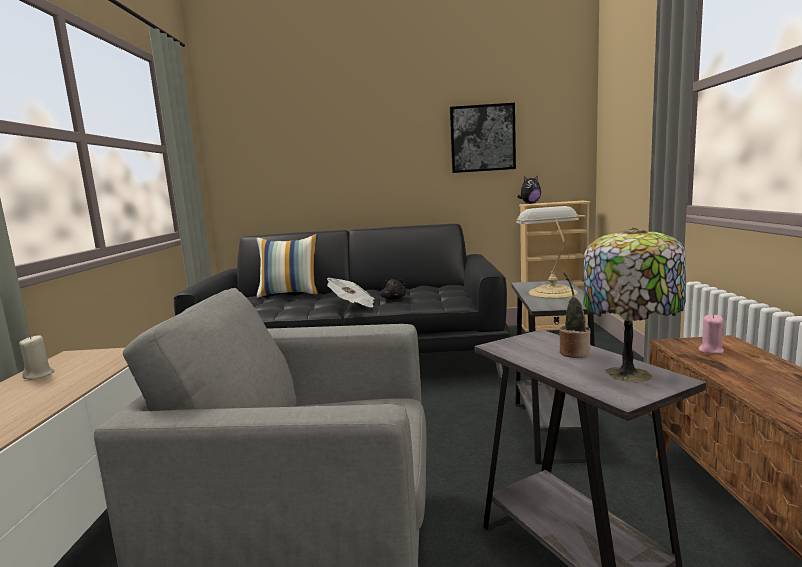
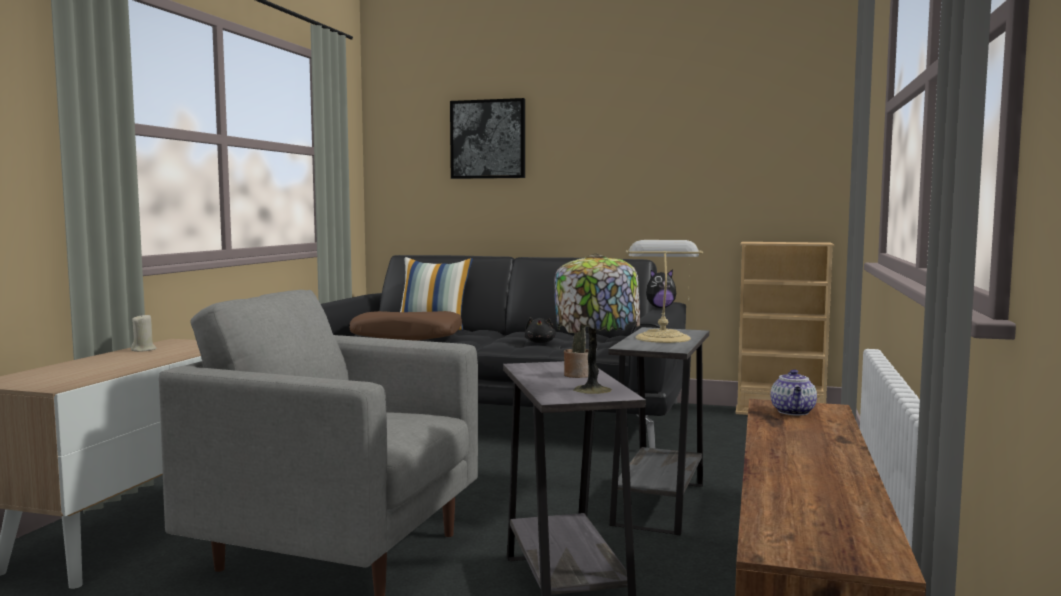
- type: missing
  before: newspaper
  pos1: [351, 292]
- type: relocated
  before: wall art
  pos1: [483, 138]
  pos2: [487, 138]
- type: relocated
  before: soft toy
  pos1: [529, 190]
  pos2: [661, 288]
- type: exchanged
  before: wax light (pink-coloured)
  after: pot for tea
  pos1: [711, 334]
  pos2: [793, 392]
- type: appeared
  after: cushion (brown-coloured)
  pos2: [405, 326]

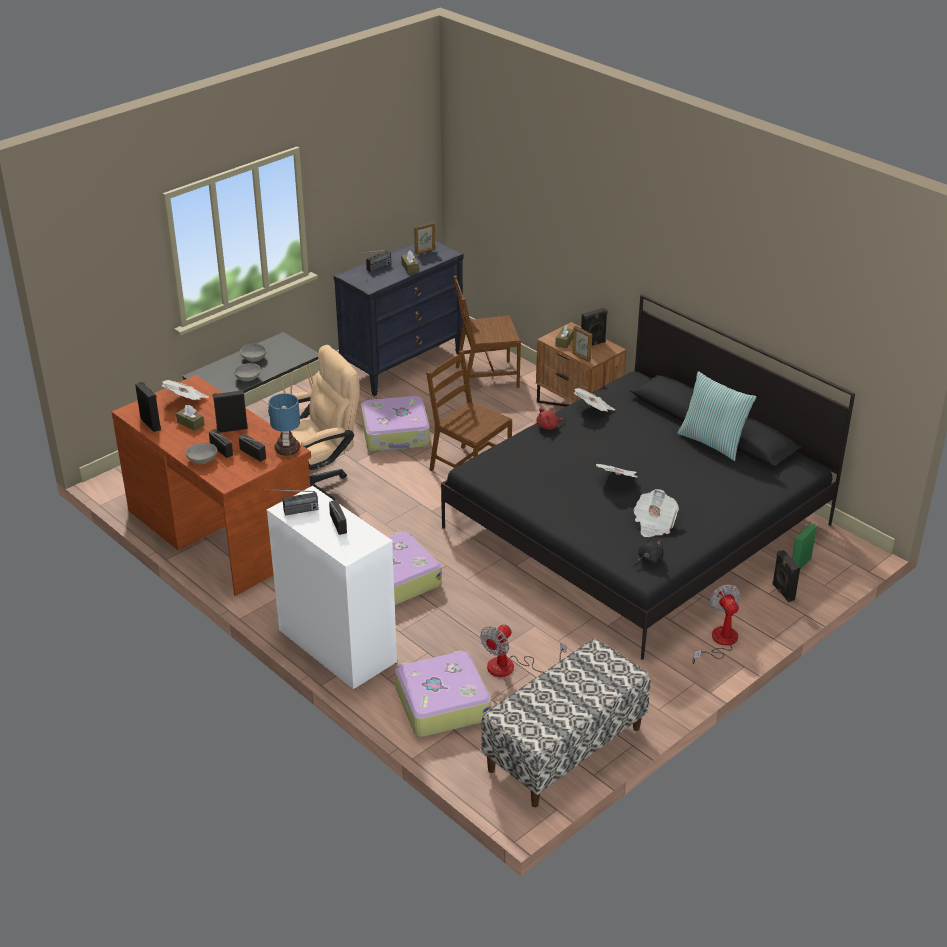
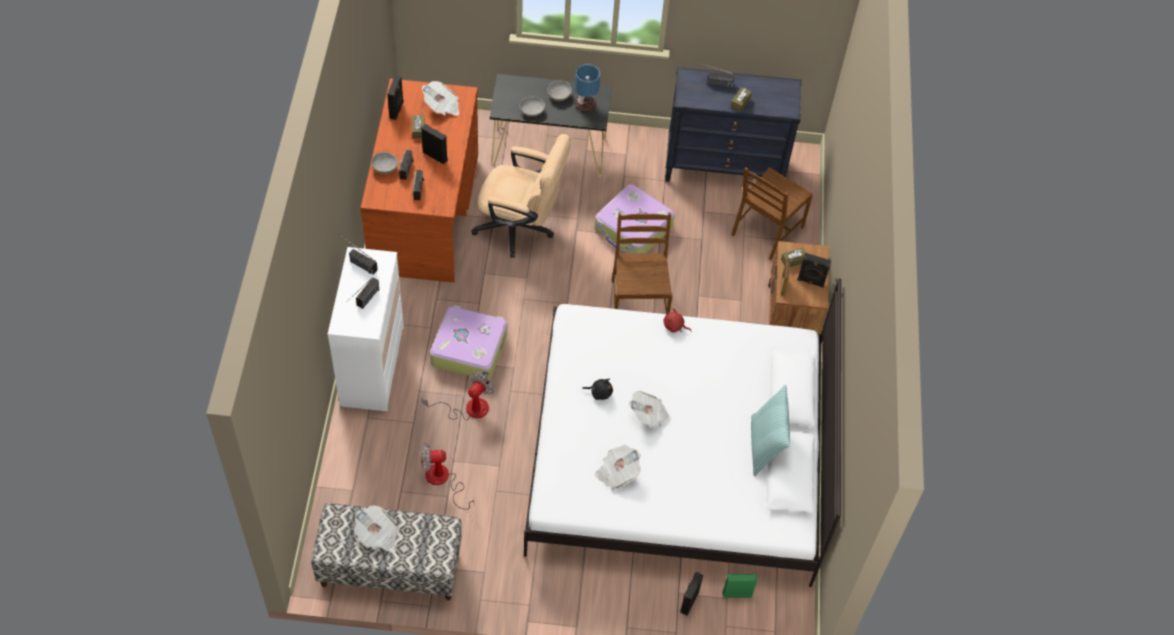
- type: relocated
  before: lamp for a table
  pos1: [284, 424]
  pos2: [587, 88]
- type: missing
  before: travel case
  pos1: [443, 693]
- type: missing
  before: photo frame
  pos1: [424, 238]
- type: colour
  before: bedroom bed (black-coloured)
  after: bedroom bed (whitish)
  pos1: [648, 477]
  pos2: [682, 432]
- type: spun
  before: upright chair (brown-coloured)
  pos1: [487, 334]
  pos2: [772, 213]
  turn: -90
- type: relocated
  before: newspaper
  pos1: [594, 400]
  pos2: [376, 529]
- type: relocated
  before: soft toy (black-coloured)
  pos1: [648, 551]
  pos2: [597, 389]
- type: relocated
  before: cooling fan
  pos1: [717, 624]
  pos2: [458, 396]

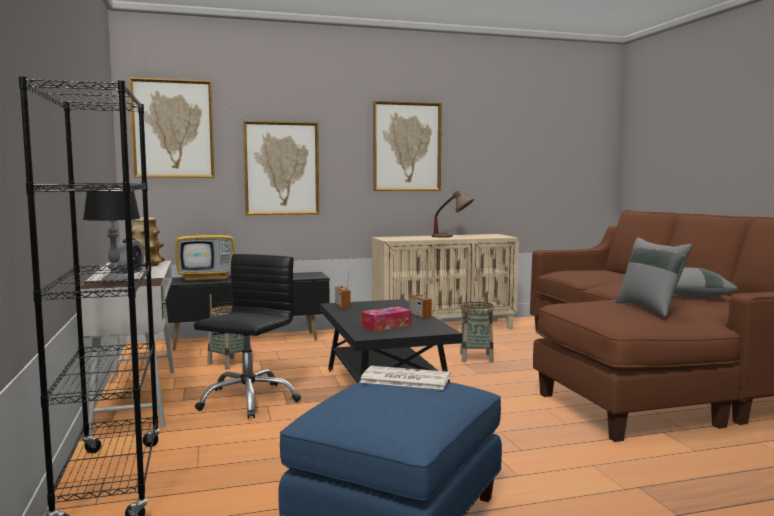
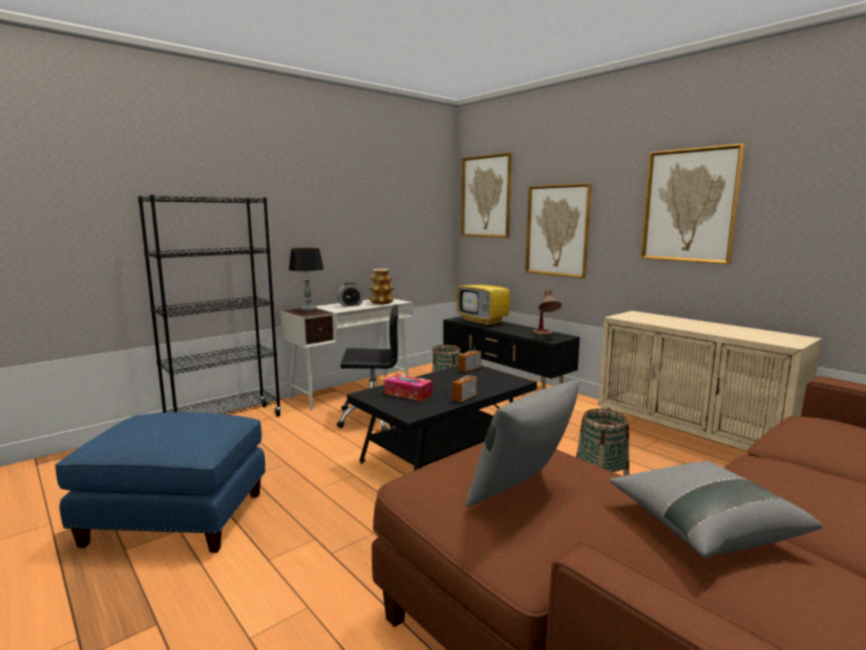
- type: missing
  before: newspaper
  pos1: [405, 378]
- type: relocated
  before: lamp for a table
  pos1: [453, 214]
  pos2: [547, 312]

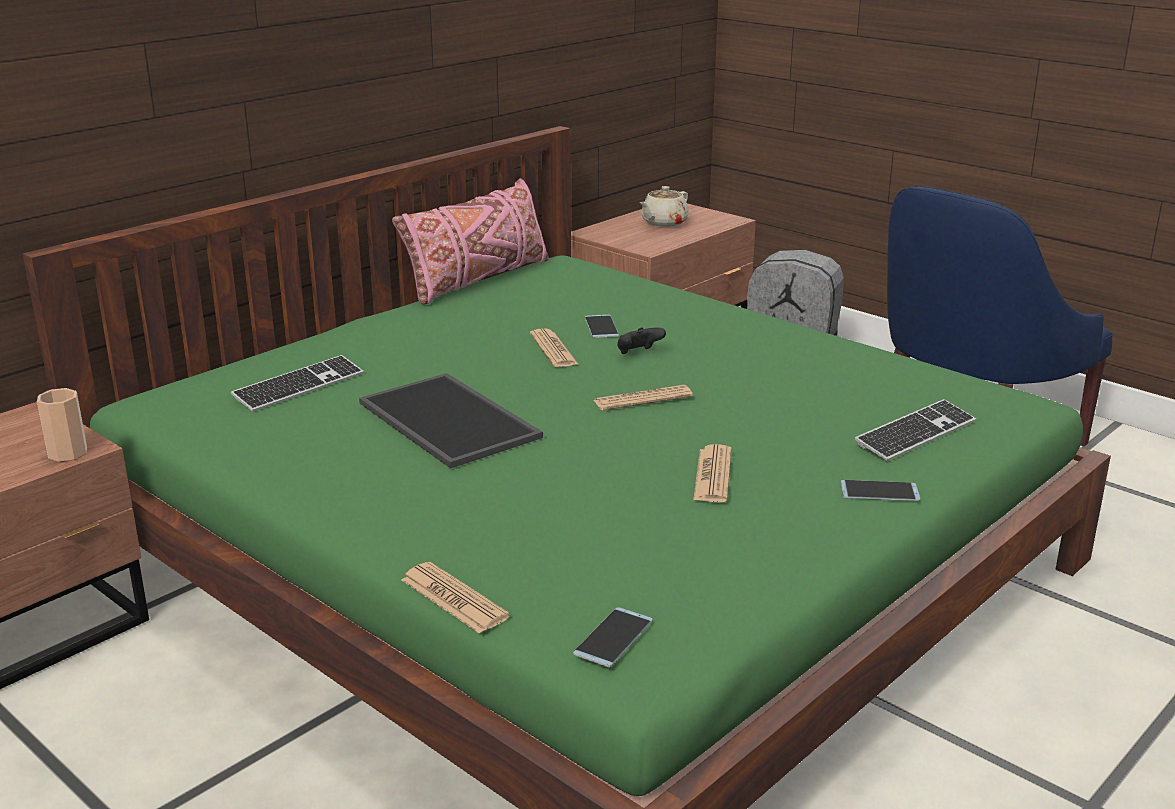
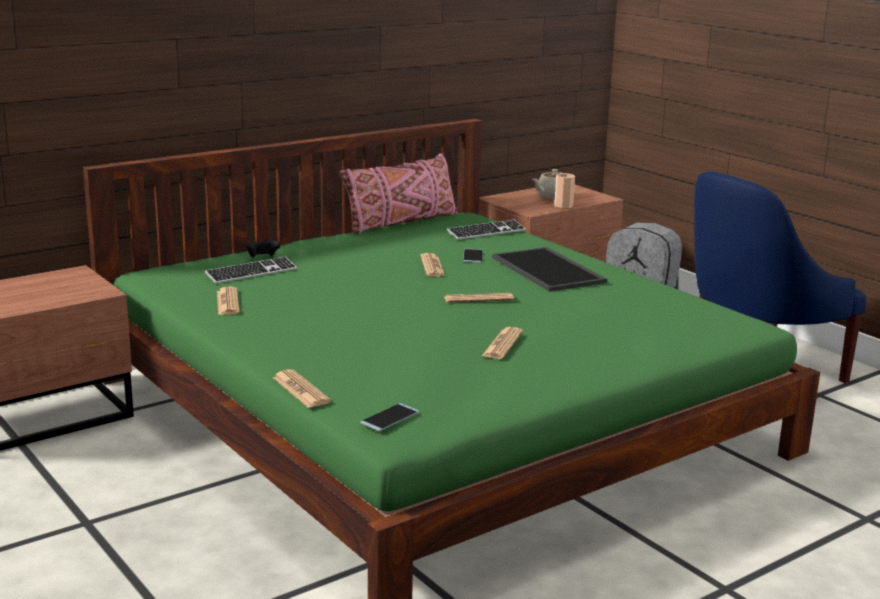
- type: relocated
  before: small cup
  pos1: [62, 425]
  pos2: [564, 190]
- type: relocated
  before: serving tray
  pos1: [451, 420]
  pos2: [549, 269]
- type: relocated
  before: gamepad (black-coloured)
  pos1: [641, 340]
  pos2: [263, 249]
- type: missing
  before: phone
  pos1: [880, 490]
- type: relocated
  before: computer keyboard
  pos1: [915, 430]
  pos2: [486, 230]
- type: appeared
  after: newspaper
  pos2: [228, 300]

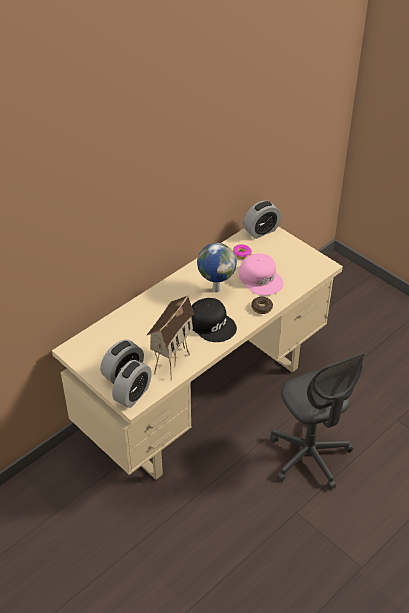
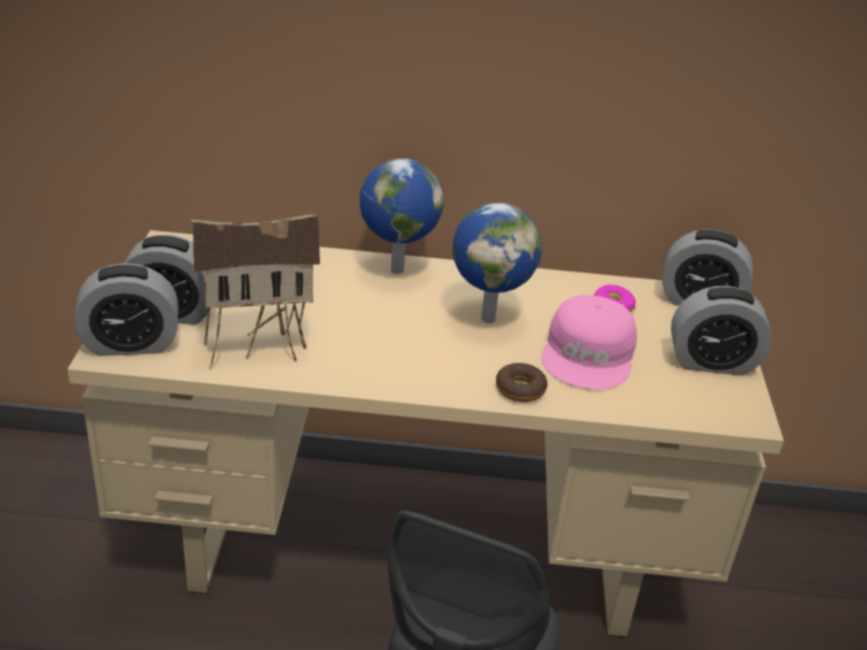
- type: missing
  before: baseball cap (black-coloured)
  pos1: [214, 320]
- type: appeared
  after: world globe
  pos2: [402, 216]
- type: appeared
  after: table clock
  pos2: [721, 331]

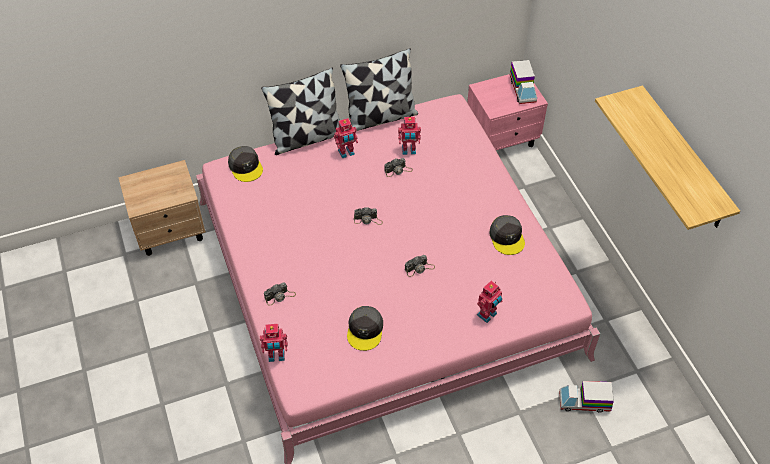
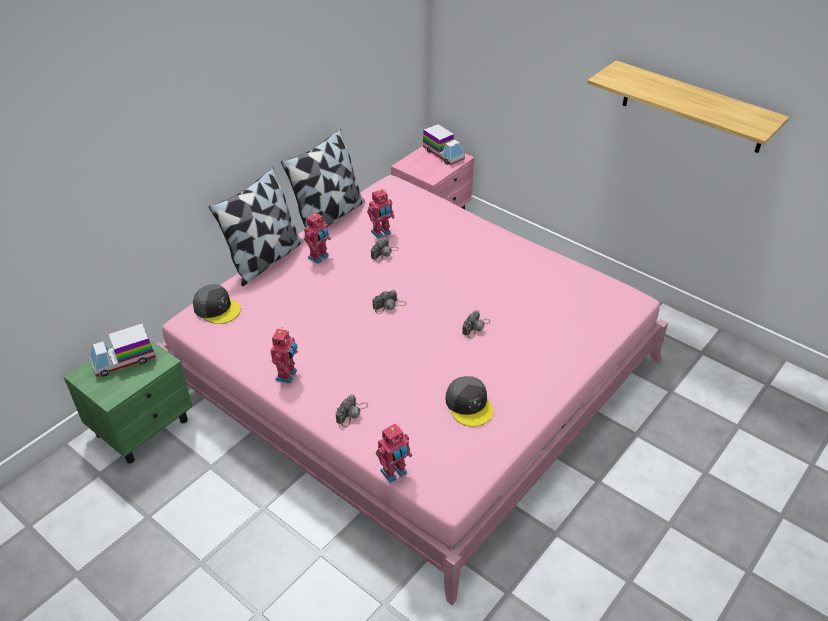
- type: colour
  before: nightstand (sand-coloured)
  after: nightstand (green)
  pos1: [162, 208]
  pos2: [128, 401]
- type: relocated
  before: robot figure
  pos1: [490, 302]
  pos2: [284, 355]
- type: missing
  before: baseball cap (gray)
  pos1: [507, 235]
- type: relocated
  before: toy truck
  pos1: [586, 397]
  pos2: [122, 349]

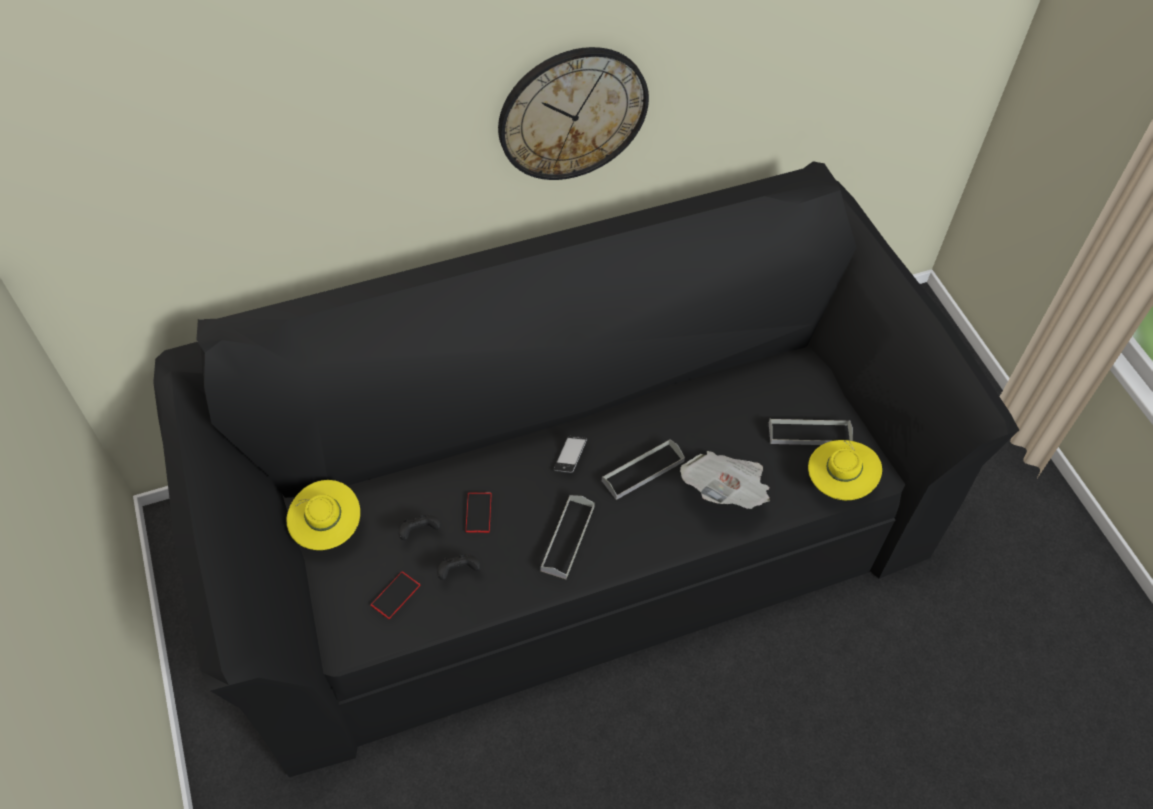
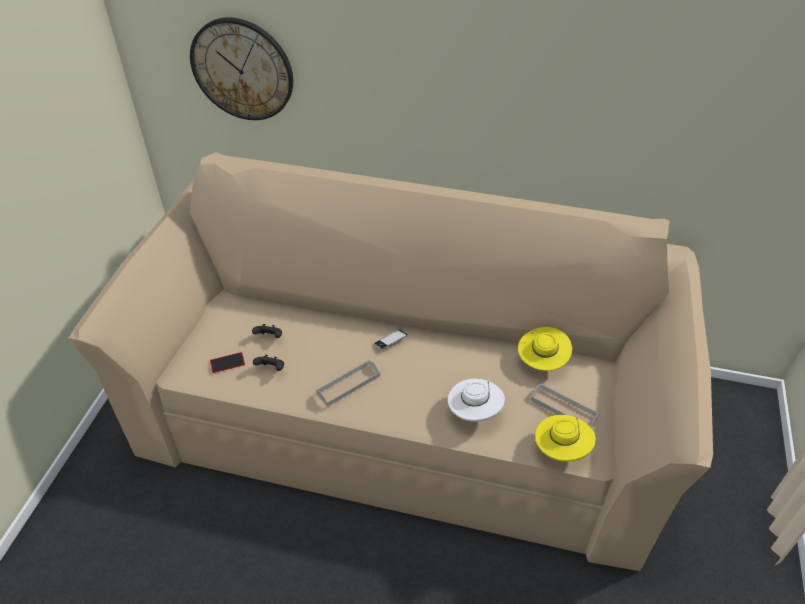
- type: colour
  before: couch (black-coloured)
  after: couch (sand-coloured)
  pos1: [586, 469]
  pos2: [391, 361]
- type: relocated
  before: hat (yellow)
  pos1: [323, 515]
  pos2: [545, 349]
- type: missing
  before: phone
  pos1: [478, 512]
- type: relocated
  before: hanging clock
  pos1: [573, 113]
  pos2: [241, 68]
- type: missing
  before: serving tray (gray)
  pos1: [643, 469]
- type: exchanged
  before: newspaper
  after: hat (whitish)
  pos1: [725, 480]
  pos2: [476, 400]

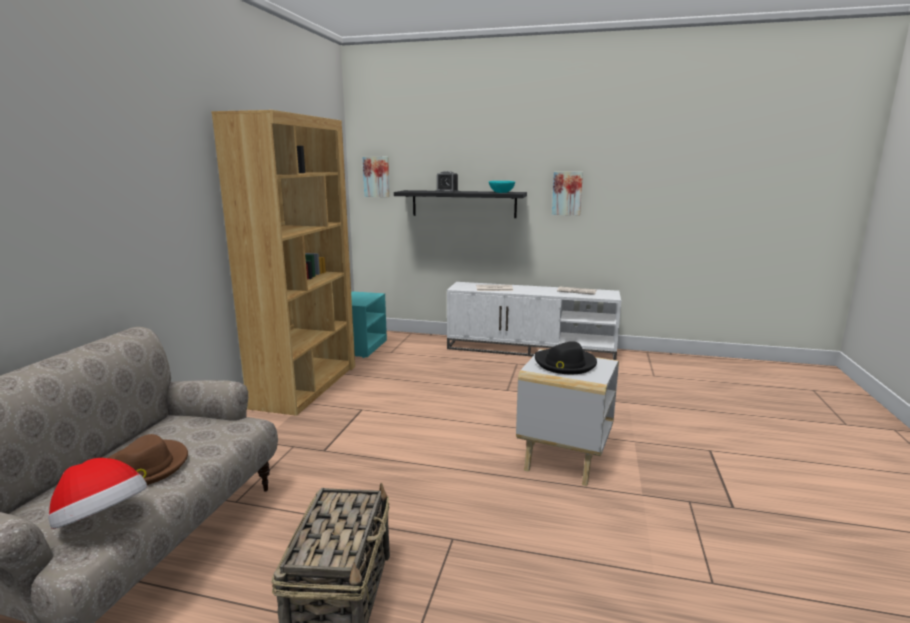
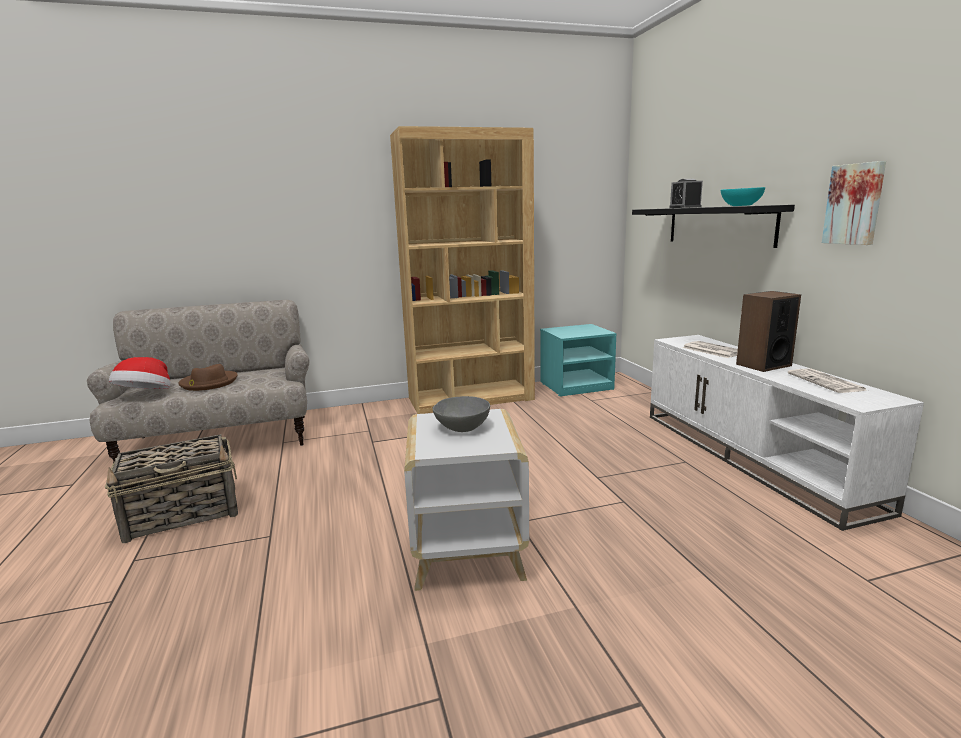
- type: missing
  before: wall art
  pos1: [376, 177]
- type: exchanged
  before: hat (black-coloured)
  after: deep dish (gray)
  pos1: [566, 357]
  pos2: [461, 414]
- type: appeared
  after: speaker
  pos2: [768, 331]

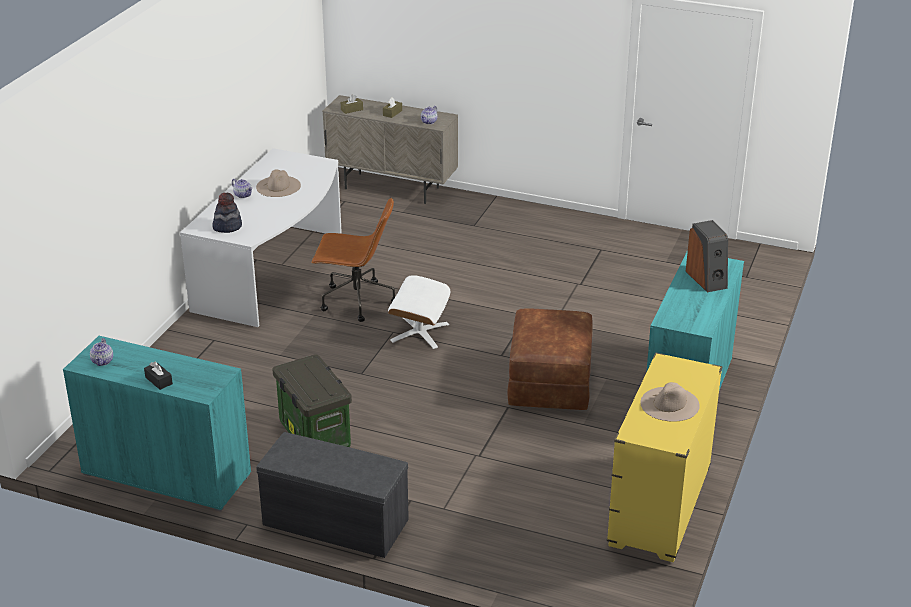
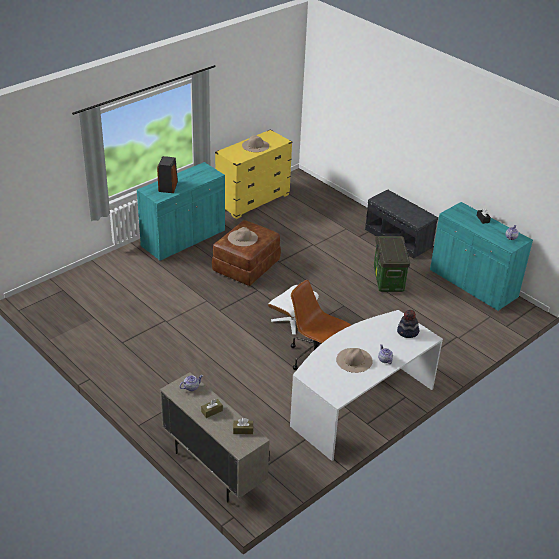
- type: appeared
  after: hat (sand-coloured)
  pos2: [243, 236]

